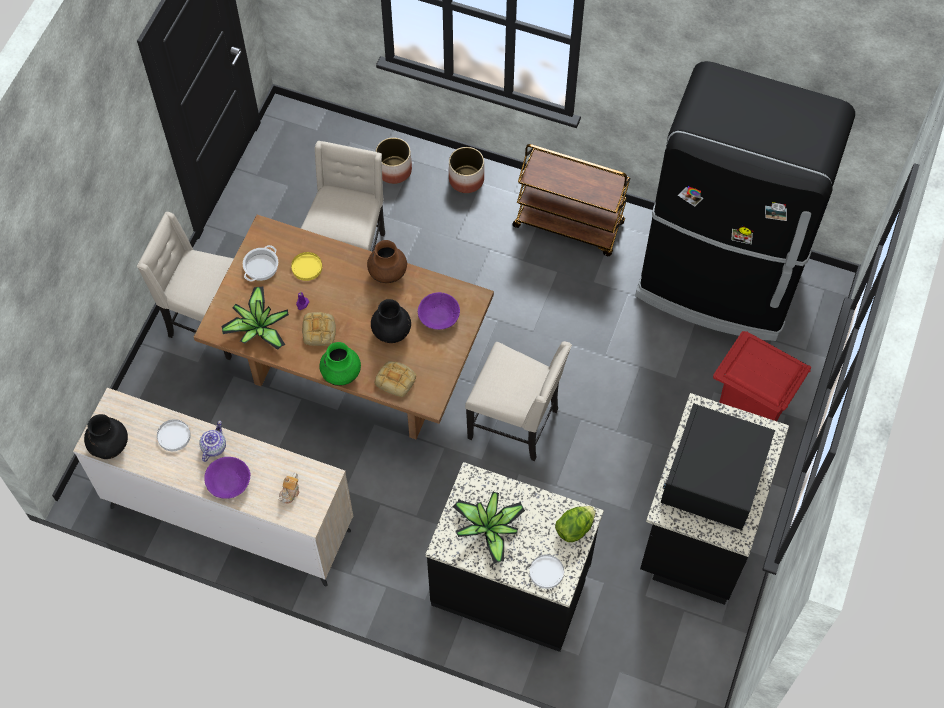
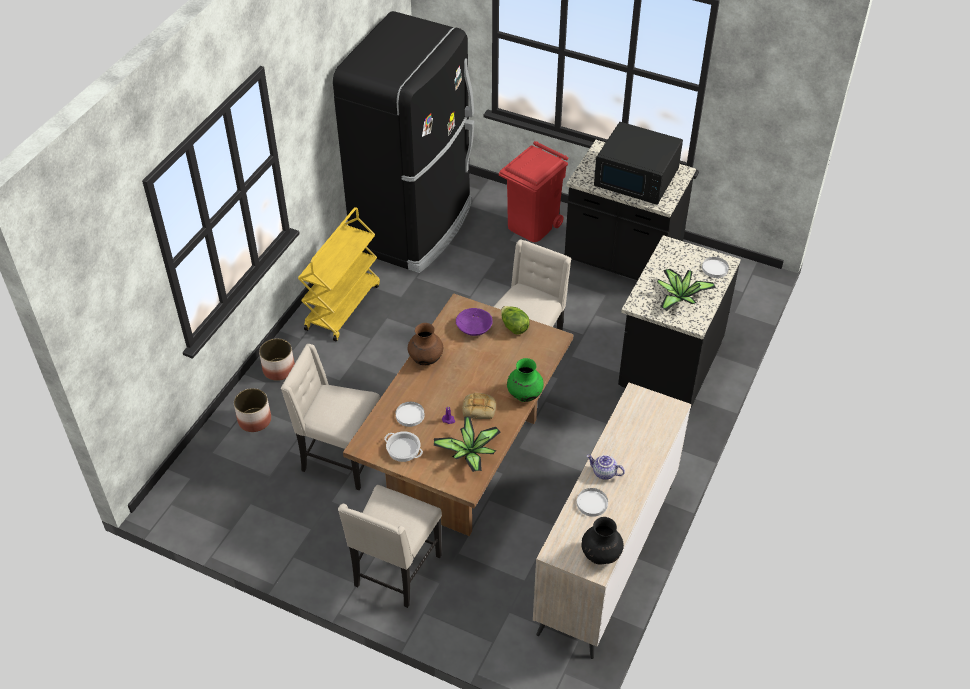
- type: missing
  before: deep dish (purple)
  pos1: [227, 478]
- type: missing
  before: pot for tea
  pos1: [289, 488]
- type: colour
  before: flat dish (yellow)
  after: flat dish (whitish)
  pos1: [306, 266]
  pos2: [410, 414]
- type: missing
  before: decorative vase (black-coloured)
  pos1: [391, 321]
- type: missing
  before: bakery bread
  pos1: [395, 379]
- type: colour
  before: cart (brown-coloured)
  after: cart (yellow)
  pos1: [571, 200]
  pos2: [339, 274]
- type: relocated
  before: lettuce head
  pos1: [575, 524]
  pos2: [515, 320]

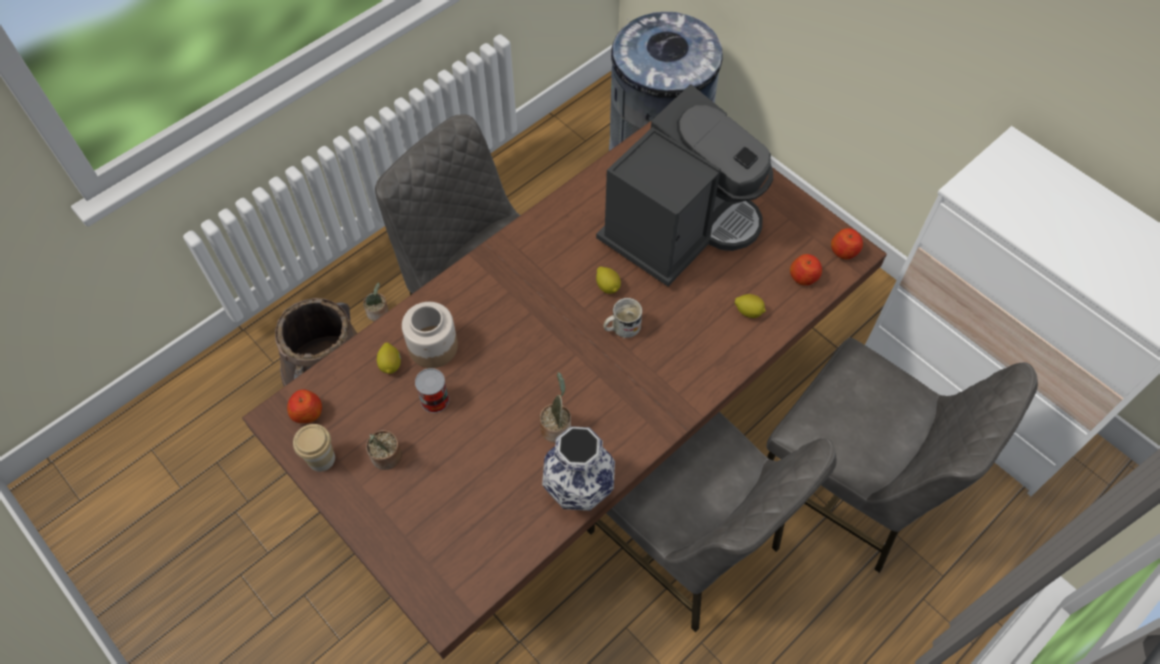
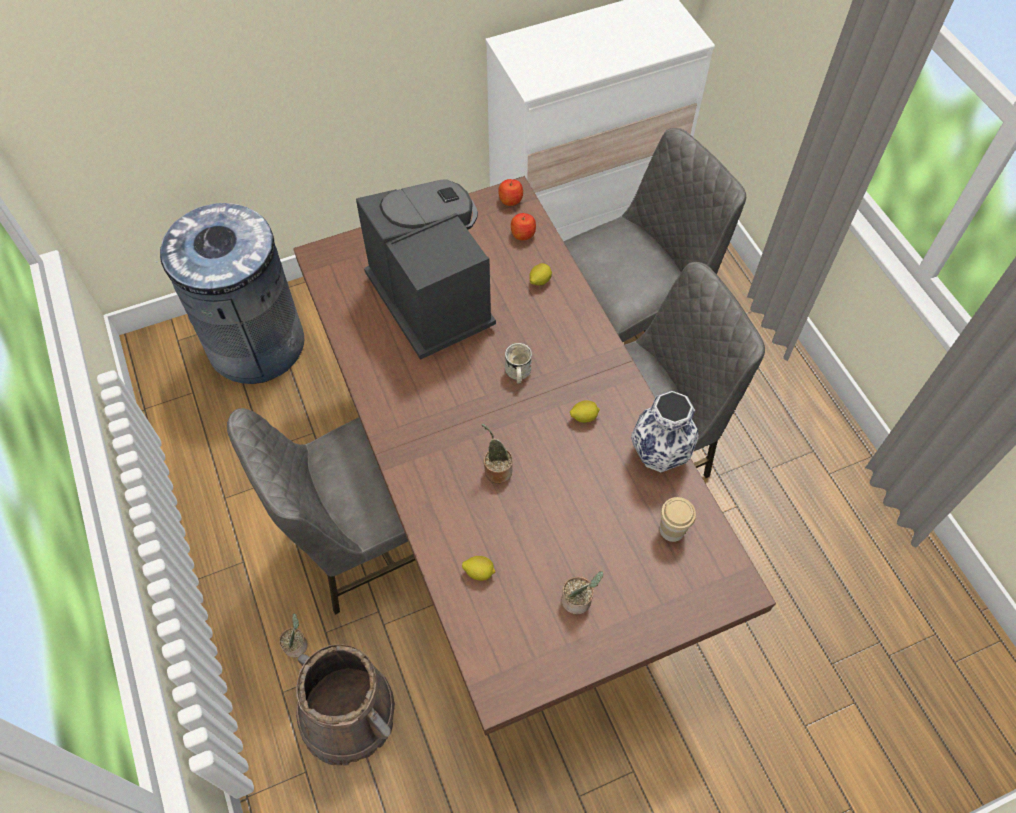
- type: missing
  before: whole apple
  pos1: [304, 406]
- type: relocated
  before: small cup
  pos1: [314, 448]
  pos2: [678, 519]
- type: missing
  before: storage jar
  pos1: [430, 335]
- type: missing
  before: sealed can
  pos1: [432, 390]
- type: relocated
  before: plant in a pot
  pos1: [555, 407]
  pos2: [497, 453]
- type: relocated
  before: whole lemon
  pos1: [608, 280]
  pos2: [585, 411]

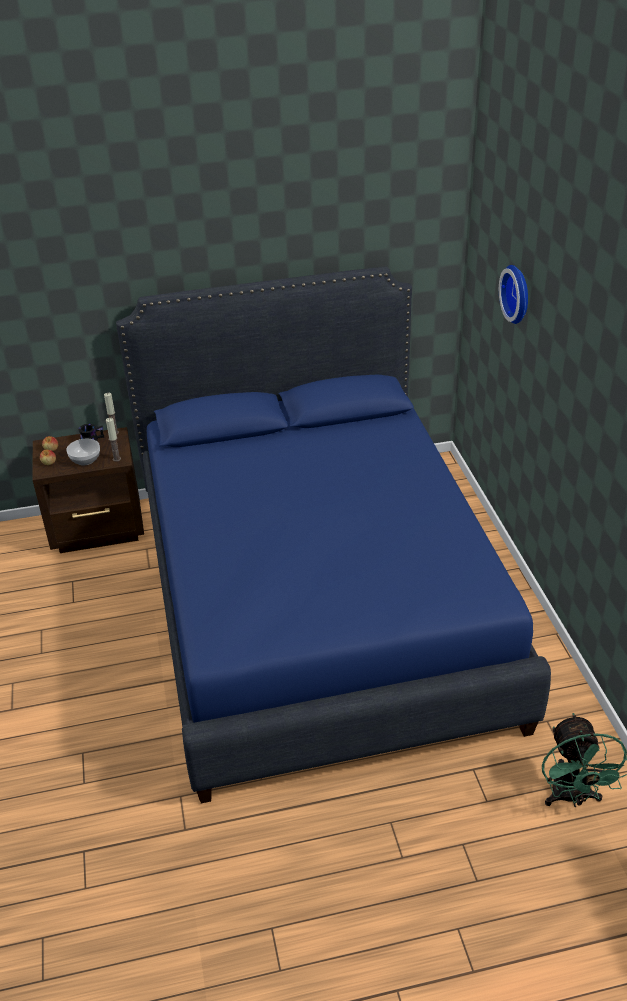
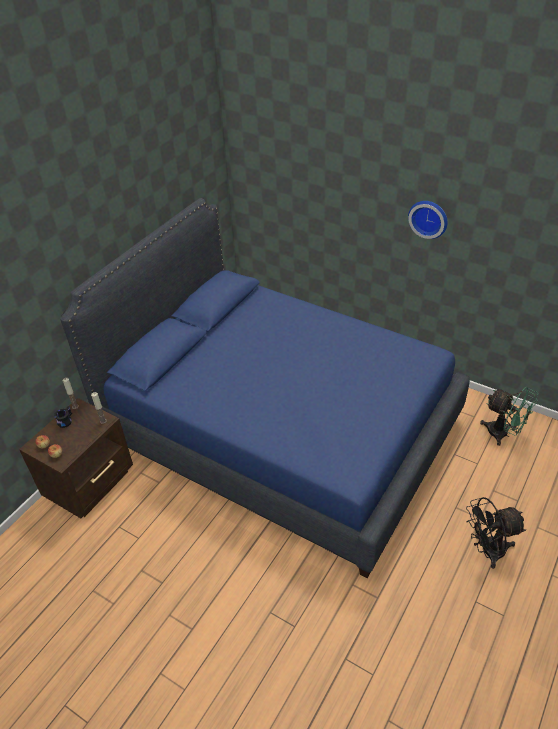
- type: missing
  before: deep dish
  pos1: [83, 452]
- type: relocated
  before: hanging clock
  pos1: [513, 294]
  pos2: [428, 220]
- type: appeared
  after: cooling fan (black-coloured)
  pos2: [496, 533]

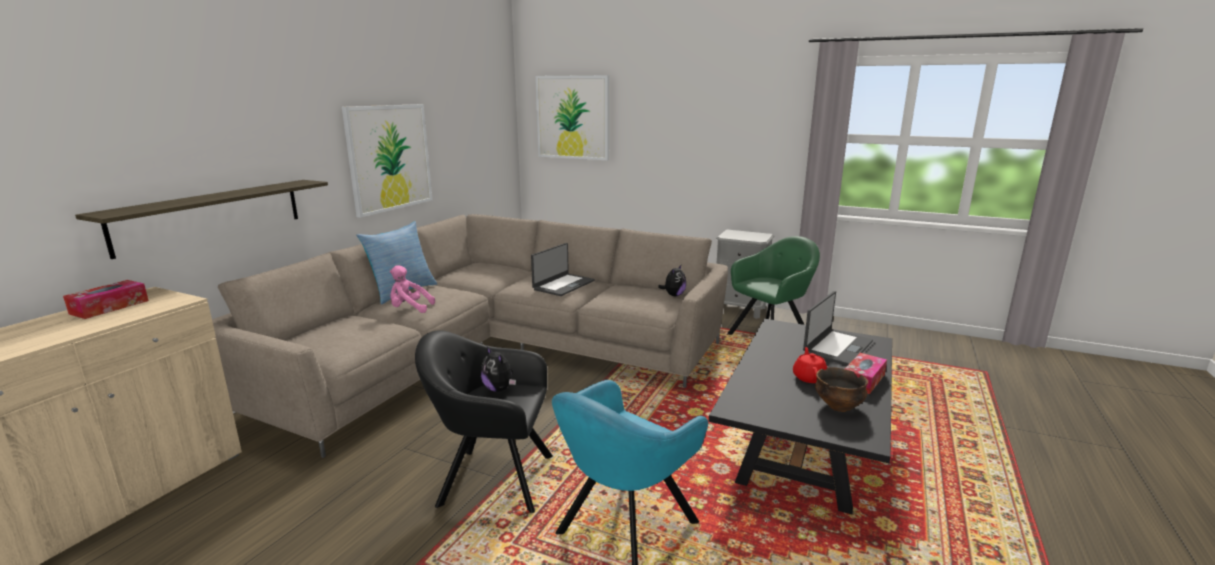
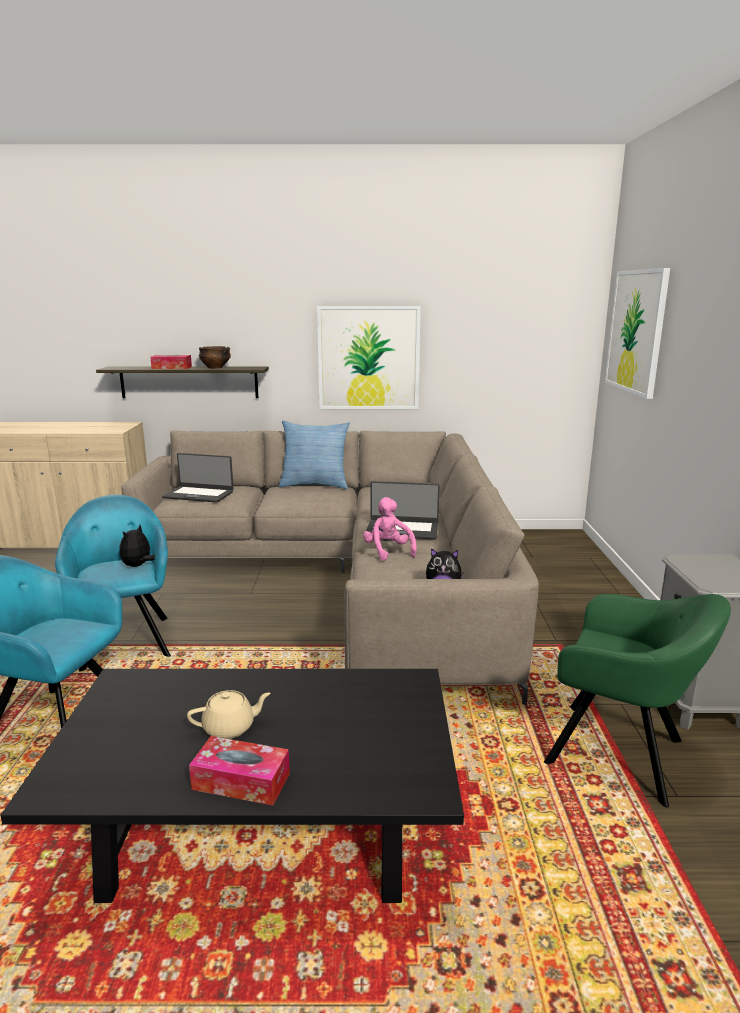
- type: relocated
  before: tissue box
  pos1: [106, 299]
  pos2: [171, 362]
- type: relocated
  before: soft toy (pink-coloured)
  pos1: [412, 289]
  pos2: [390, 529]
- type: colour
  before: lounge chair (black-coloured)
  after: lounge chair (blue-green)
  pos1: [484, 421]
  pos2: [113, 583]
- type: colour
  before: pot for tea (red)
  after: pot for tea (sand-coloured)
  pos1: [810, 365]
  pos2: [229, 714]
- type: relocated
  before: portable computer
  pos1: [838, 328]
  pos2: [198, 478]
- type: relocated
  before: deep dish
  pos1: [841, 389]
  pos2: [215, 357]

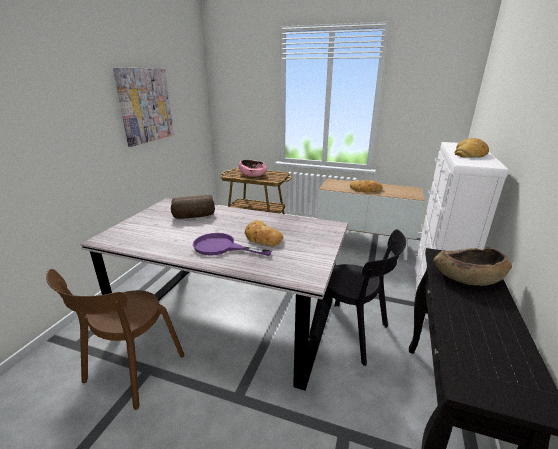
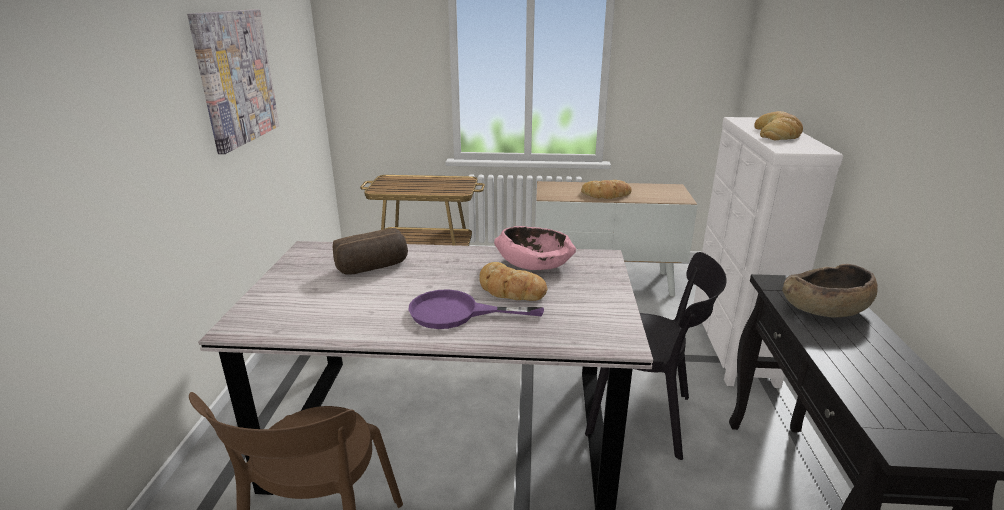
- type: relocated
  before: deep dish (pink-coloured)
  pos1: [253, 168]
  pos2: [535, 248]

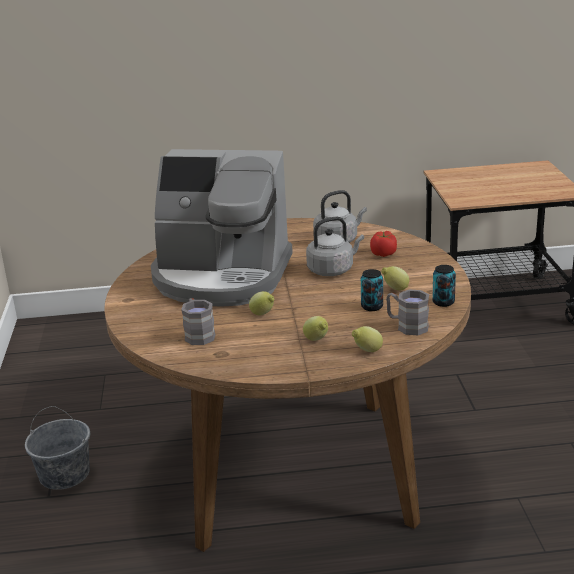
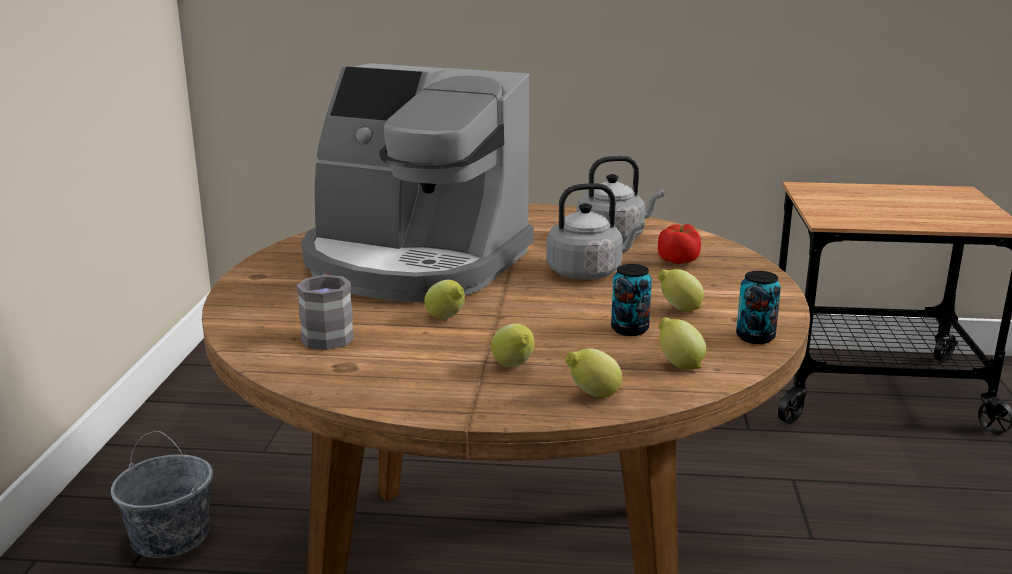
- type: exchanged
  before: mug (gray)
  after: whole lemon
  pos1: [407, 312]
  pos2: [682, 343]

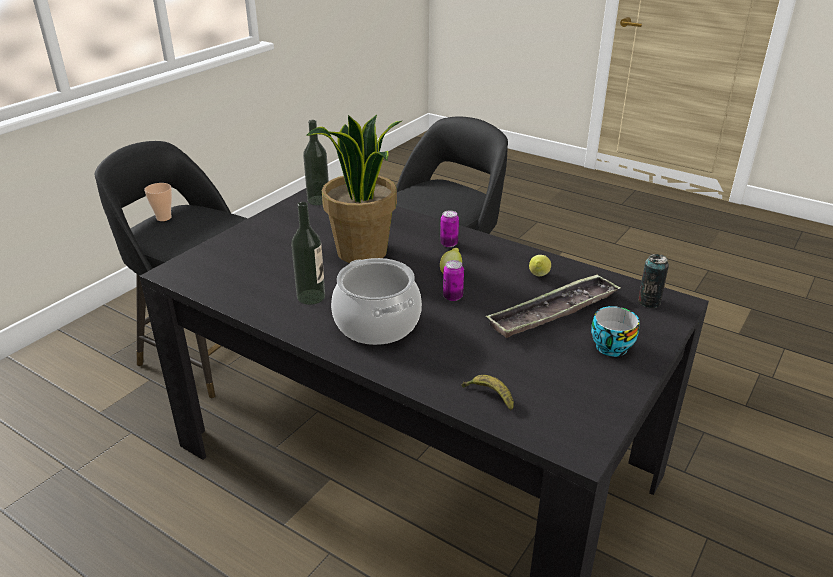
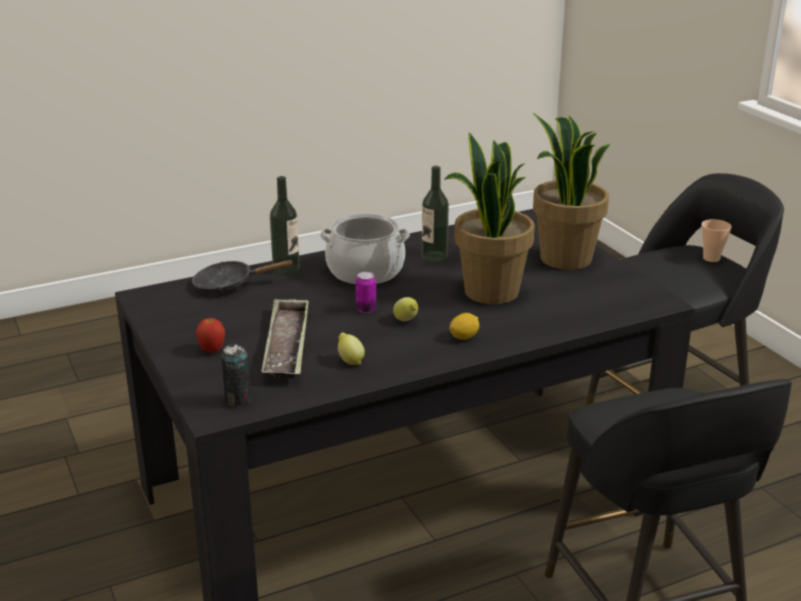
- type: relocated
  before: beverage bottle
  pos1: [316, 162]
  pos2: [285, 225]
- type: exchanged
  before: sealed can
  after: whole lemon
  pos1: [449, 228]
  pos2: [464, 326]
- type: exchanged
  before: whole banana
  after: skillet (black-coloured)
  pos1: [488, 393]
  pos2: [243, 277]
- type: exchanged
  before: small cup
  after: whole apple
  pos1: [615, 331]
  pos2: [210, 335]
- type: appeared
  after: plant in a pot
  pos2: [571, 191]

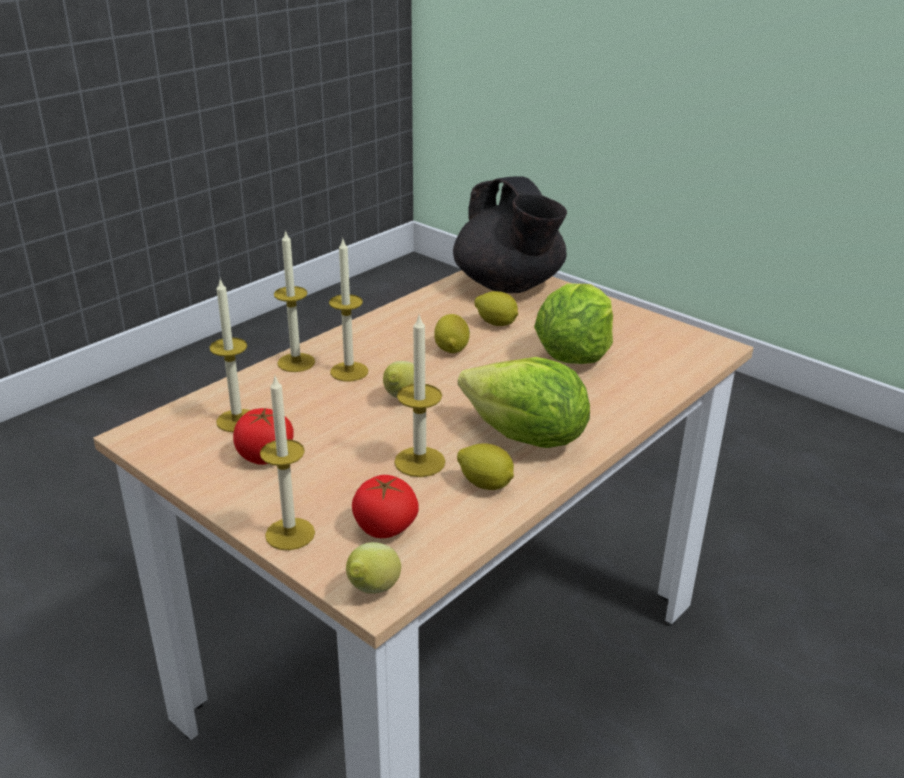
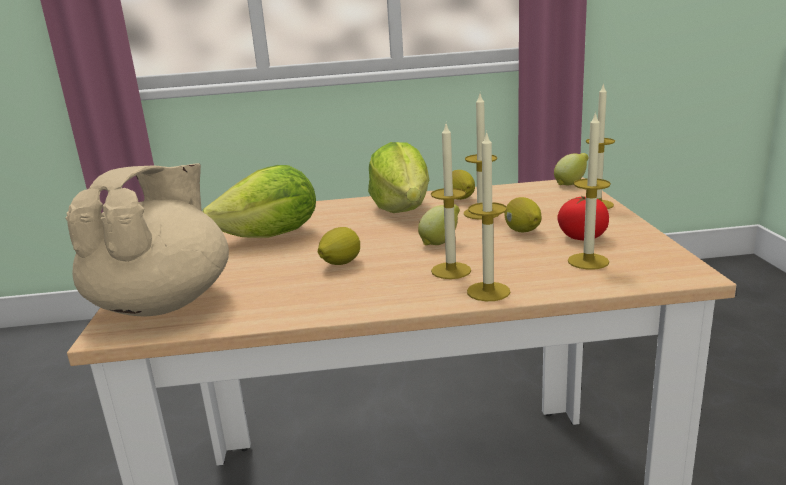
- type: missing
  before: whole tomato
  pos1: [385, 506]
- type: colour
  before: pot for tea (black-coloured)
  after: pot for tea (sand-coloured)
  pos1: [510, 234]
  pos2: [147, 240]
- type: relocated
  before: whole lemon
  pos1: [496, 308]
  pos2: [523, 214]

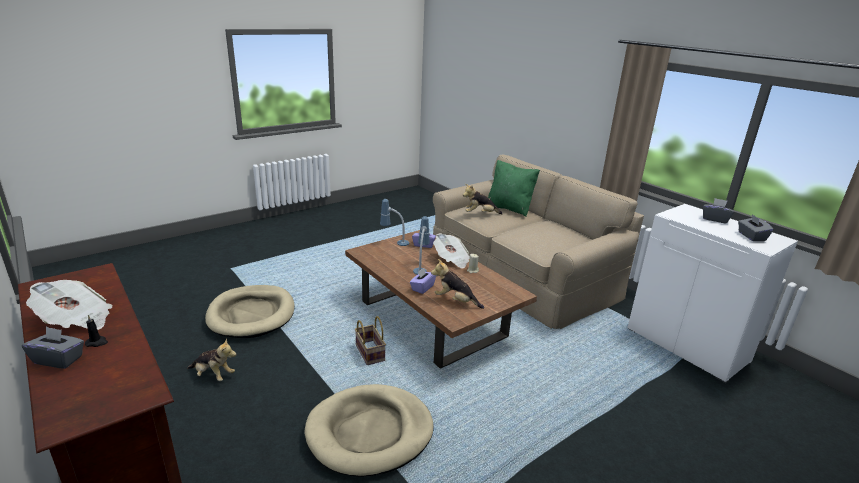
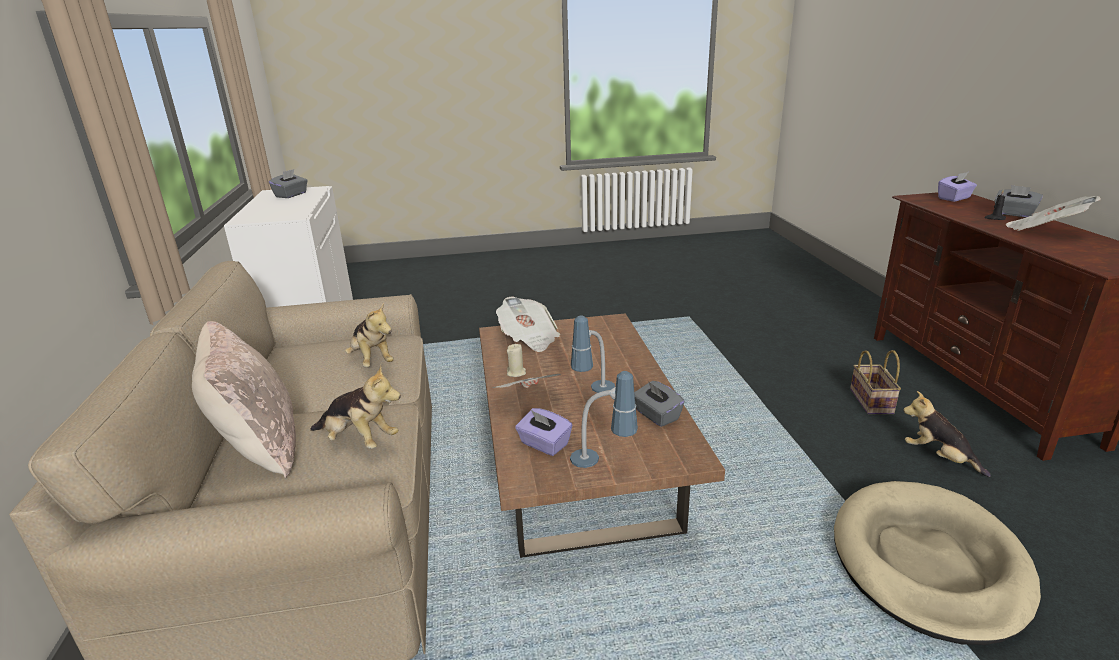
- type: missing
  before: pet bed (sand-coloured)
  pos1: [369, 430]
- type: relocated
  before: basket
  pos1: [370, 340]
  pos2: [875, 382]
- type: relocated
  before: tissue box (purple)
  pos1: [423, 281]
  pos2: [957, 187]
- type: relocated
  before: soft toy
  pos1: [457, 284]
  pos2: [369, 334]
- type: colour
  before: cushion (green)
  after: cushion (sand-coloured)
  pos1: [514, 188]
  pos2: [244, 399]
- type: relocated
  before: tissue box (gray)
  pos1: [718, 211]
  pos2: [659, 404]
- type: appeared
  after: newspaper
  pos2: [528, 324]

